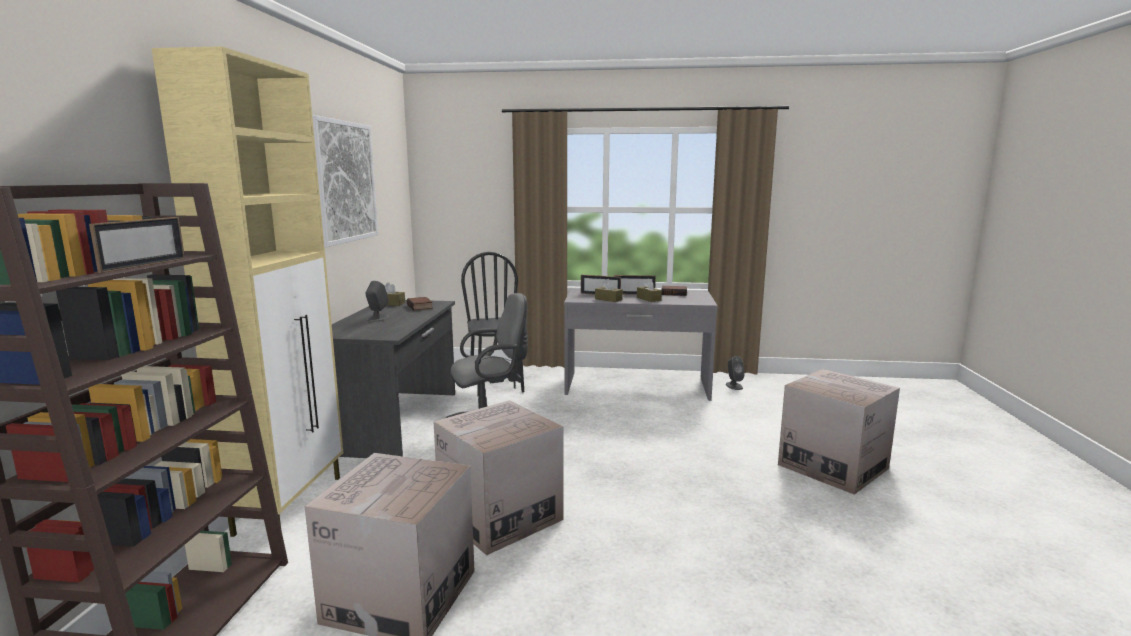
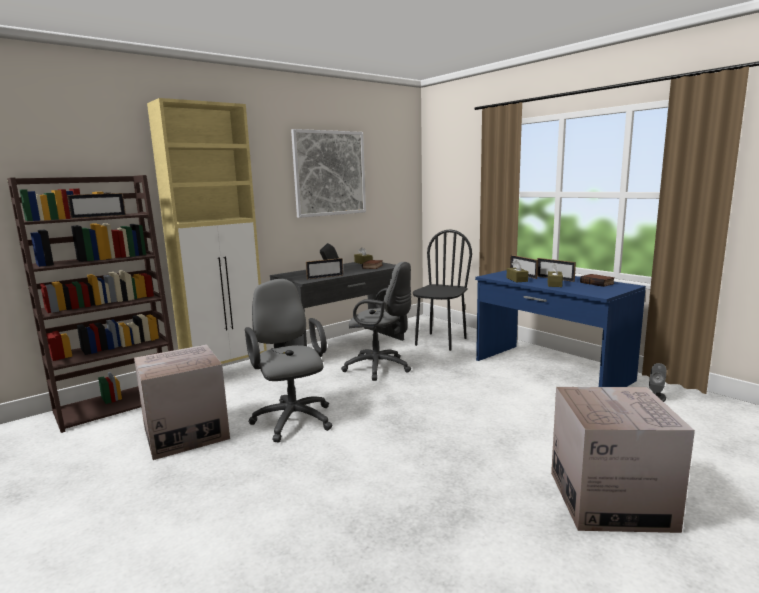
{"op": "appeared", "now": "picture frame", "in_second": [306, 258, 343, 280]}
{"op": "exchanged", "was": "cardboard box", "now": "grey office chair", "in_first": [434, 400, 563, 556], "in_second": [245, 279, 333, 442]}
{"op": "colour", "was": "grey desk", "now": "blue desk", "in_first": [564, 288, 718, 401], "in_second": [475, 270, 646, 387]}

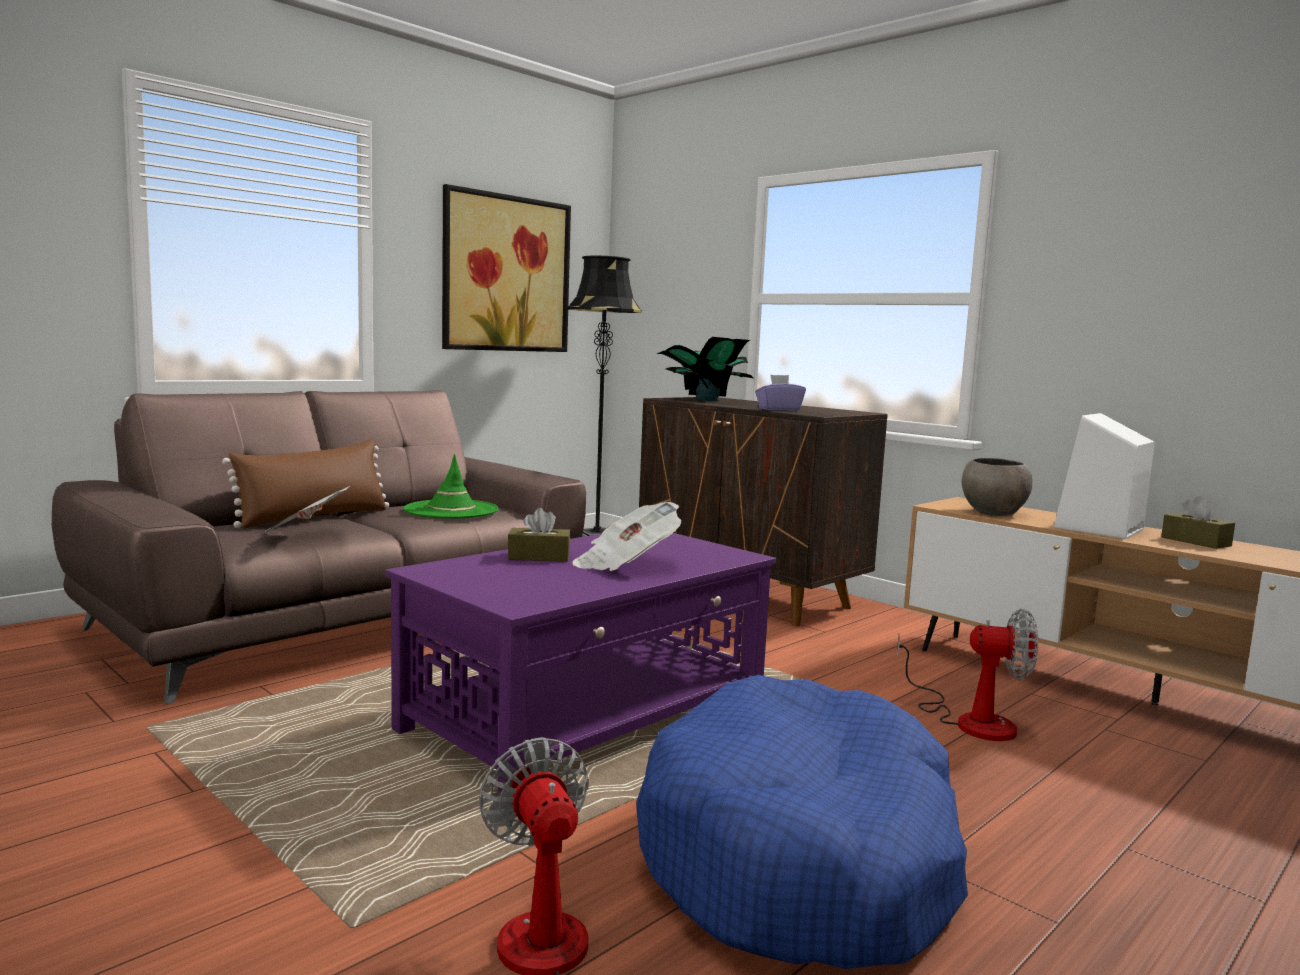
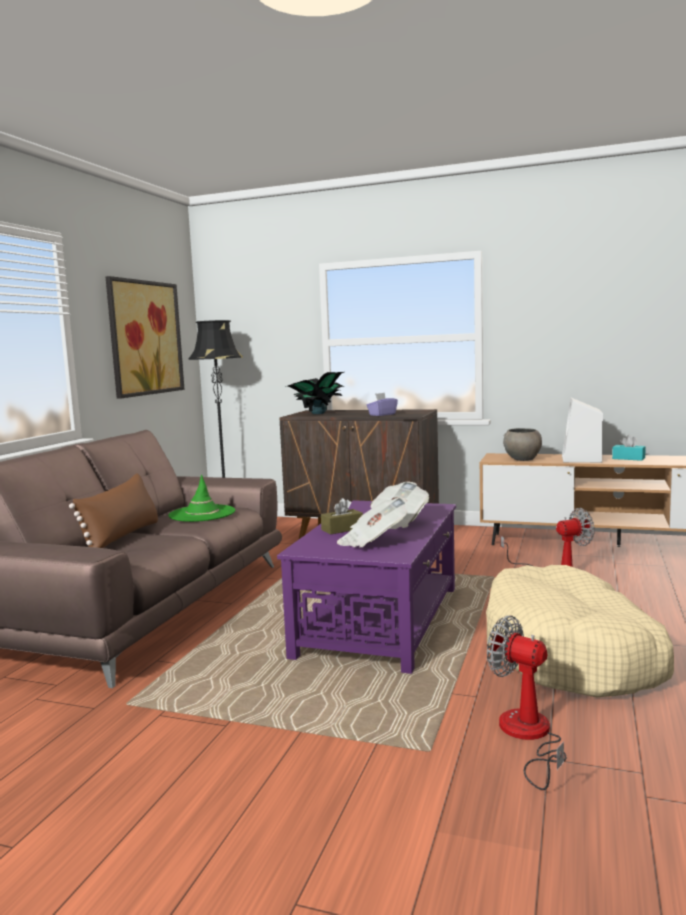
{"op": "relocated", "was": "newspaper", "in_first": [258, 486, 350, 536], "in_second": [337, 498, 407, 547]}
{"op": "colour", "was": "blue dog bed", "now": "beige dog bed", "in_first": [636, 675, 968, 969], "in_second": [486, 565, 674, 697]}
{"op": "colour", "was": "brown tissue box", "now": "turquoise tissue box", "in_first": [1161, 496, 1235, 549], "in_second": [612, 435, 646, 461]}

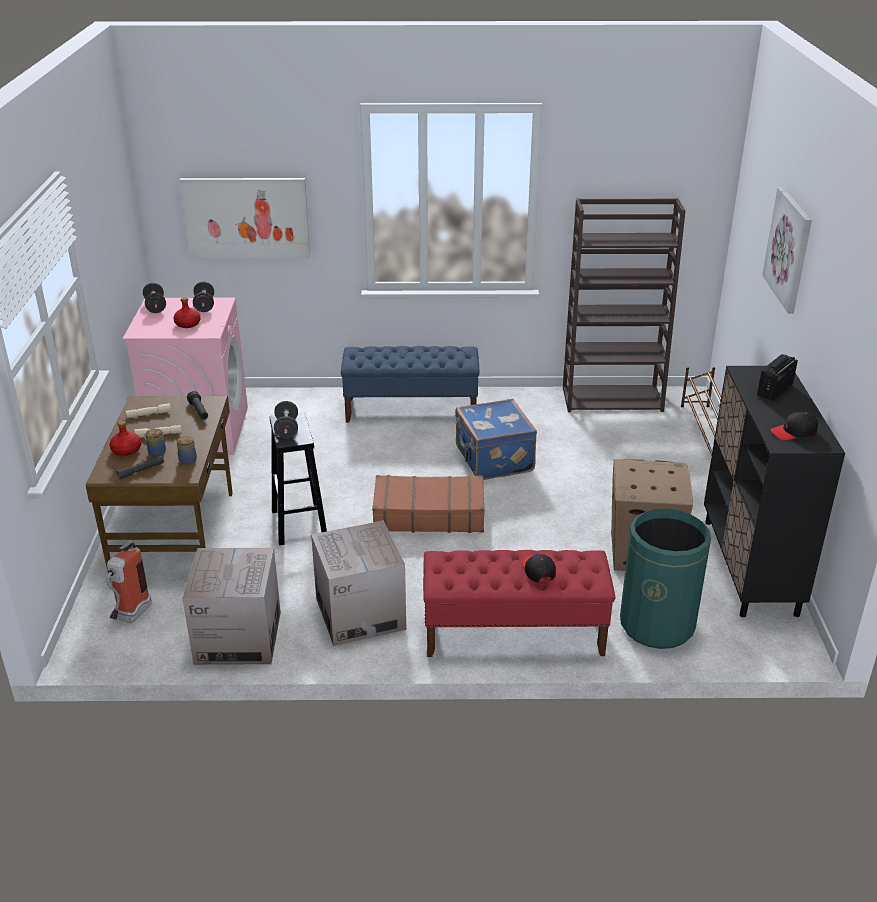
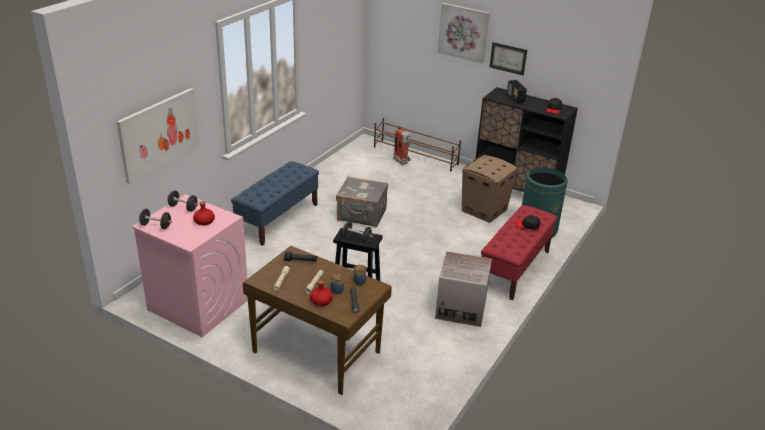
{"op": "missing", "was": "cardboard box", "in_first": [182, 548, 281, 665]}
{"op": "missing", "was": "brown suitcase", "in_first": [372, 475, 485, 533]}
{"op": "missing", "was": "brown bookcase", "in_first": [563, 198, 686, 412]}
{"op": "appeared", "now": "picture", "in_second": [489, 42, 527, 75]}
{"op": "relocated", "was": "fire extinguisher", "in_first": [107, 540, 152, 623], "in_second": [393, 125, 411, 165]}
{"op": "colour", "was": "blue suitcase", "now": "grey suitcase", "in_first": [455, 399, 537, 480], "in_second": [336, 176, 388, 227]}

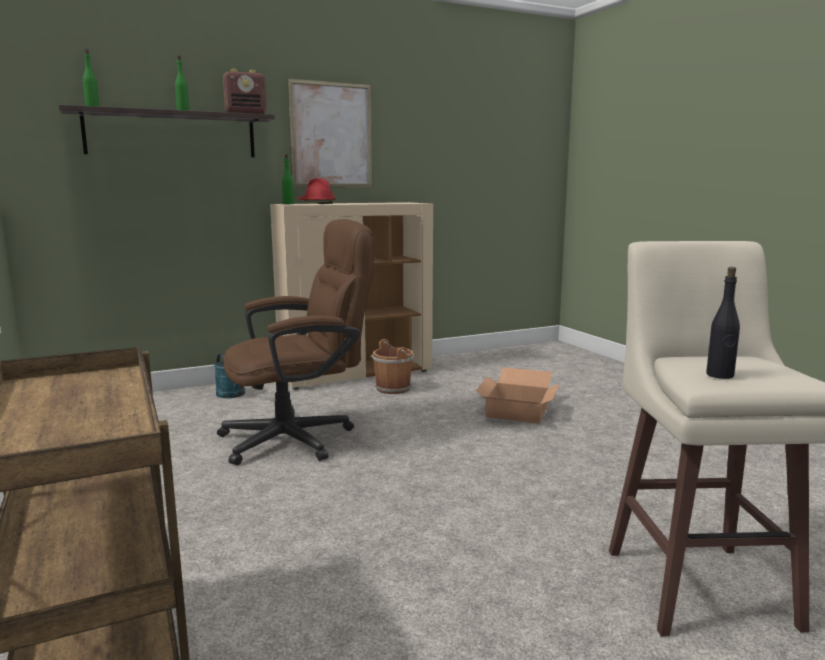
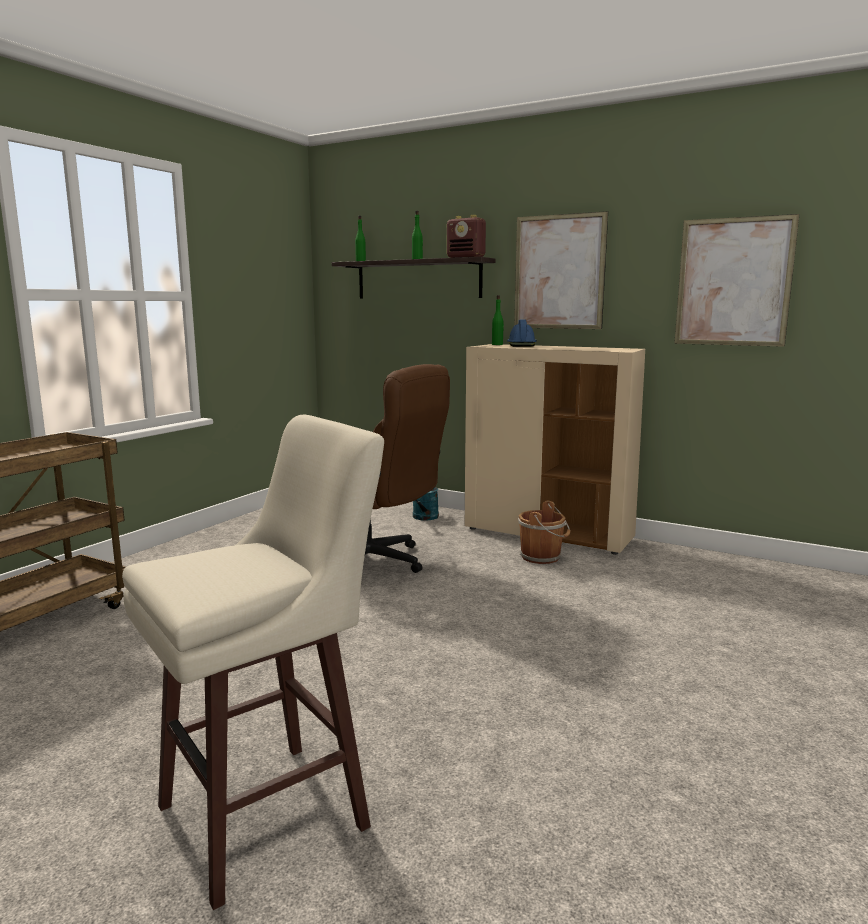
{"op": "missing", "was": "cardboard box", "in_first": [476, 367, 559, 424]}
{"op": "missing", "was": "black bottle", "in_first": [706, 267, 740, 379]}
{"op": "appeared", "now": "picture", "in_second": [674, 214, 800, 347]}
{"op": "colour", "was": "red hard hat", "now": "blue hard hat", "in_first": [297, 178, 336, 204], "in_second": [507, 319, 537, 347]}

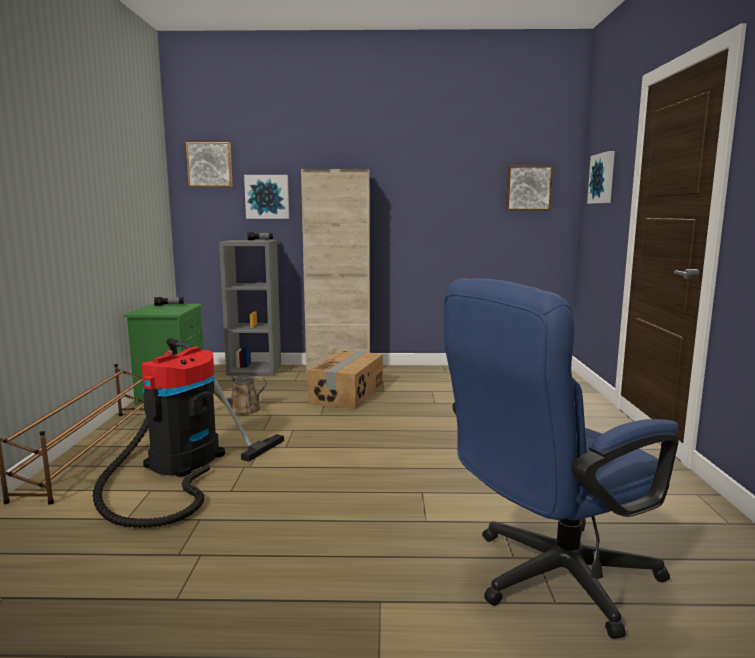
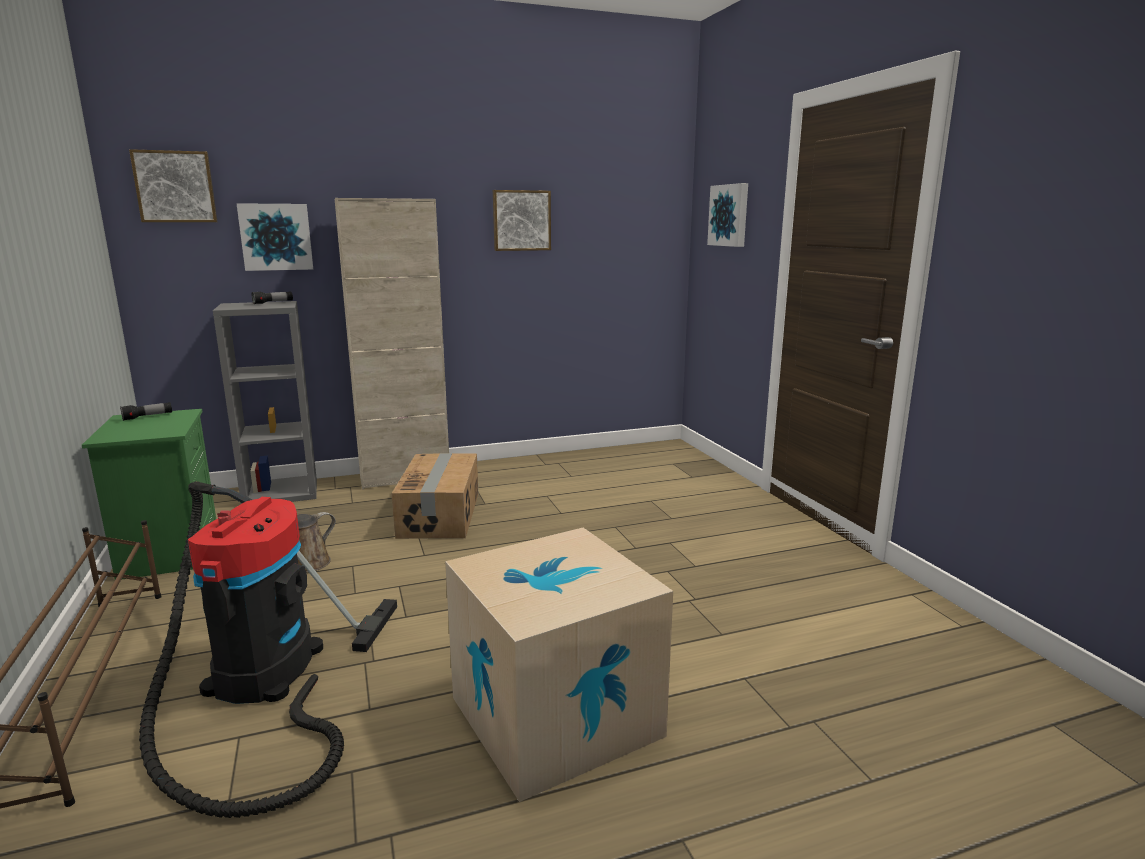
{"op": "missing", "was": "blue office chair", "in_first": [444, 278, 679, 639]}
{"op": "appeared", "now": "cardboard box", "in_second": [445, 528, 673, 802]}
{"op": "relocated", "was": "picture", "in_first": [506, 166, 553, 210], "in_second": [493, 190, 551, 251]}

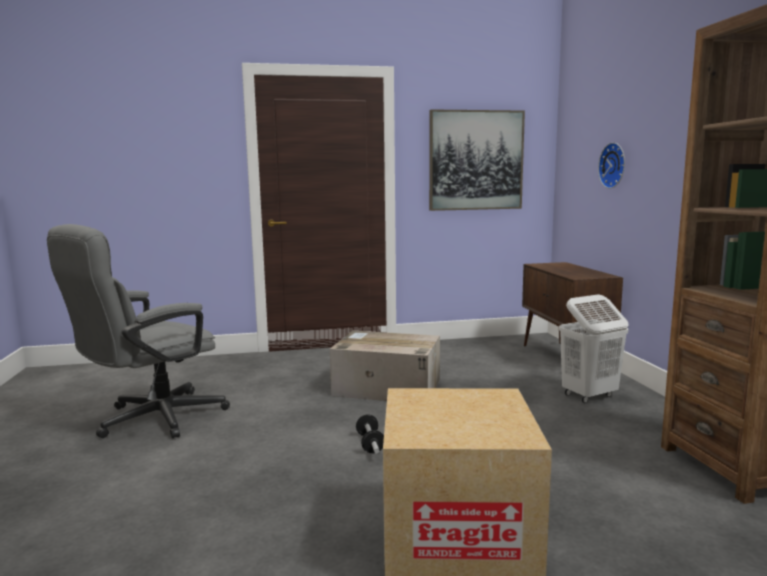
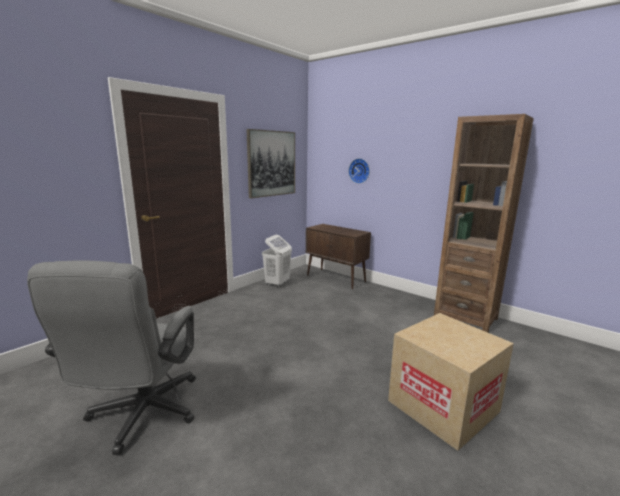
{"op": "missing", "was": "cardboard box", "in_first": [330, 331, 440, 401]}
{"op": "missing", "was": "dumbbell", "in_first": [356, 414, 384, 454]}
{"op": "relocated", "was": "white laundry basket", "in_first": [559, 294, 629, 403], "in_second": [262, 235, 292, 288]}

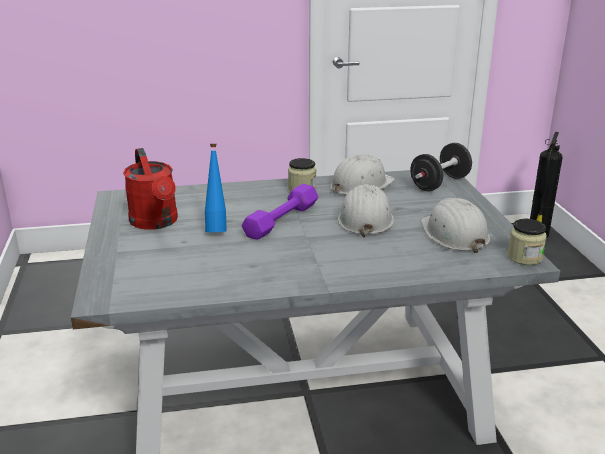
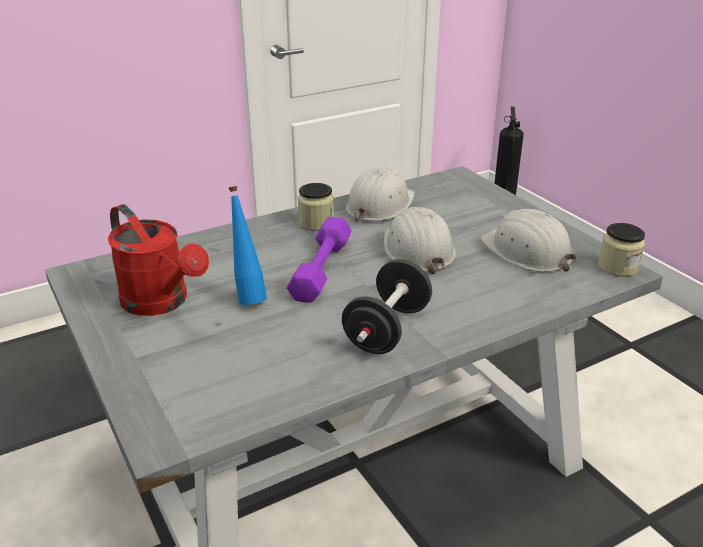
{"op": "relocated", "was": "black dumbbell", "in_first": [410, 143, 472, 191], "in_second": [342, 259, 432, 354]}

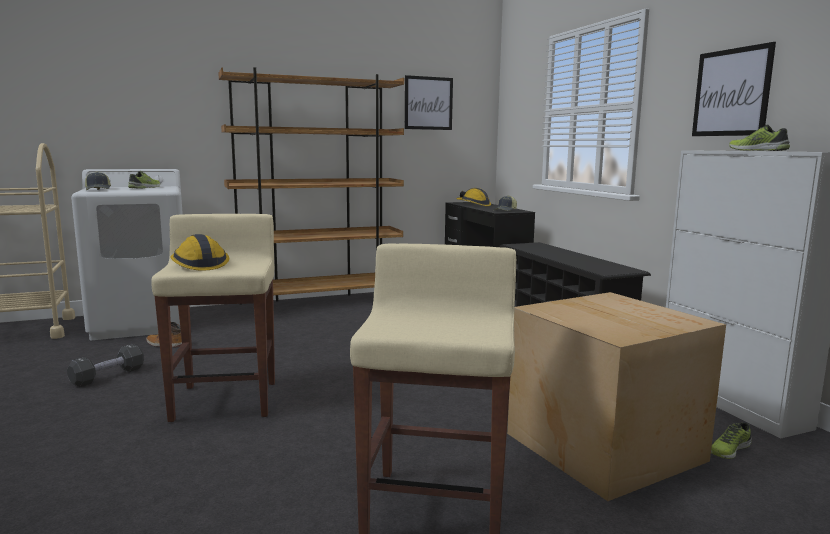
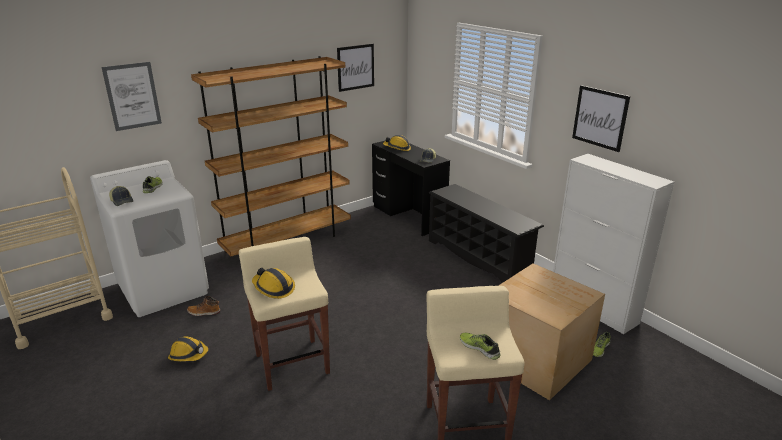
{"op": "appeared", "now": "picture", "in_second": [101, 62, 162, 131]}
{"op": "relocated", "was": "shoe", "in_first": [729, 124, 790, 151], "in_second": [460, 333, 501, 360]}
{"op": "exchanged", "was": "black dumbbell", "now": "hard hat", "in_first": [67, 344, 144, 387], "in_second": [168, 336, 208, 361]}

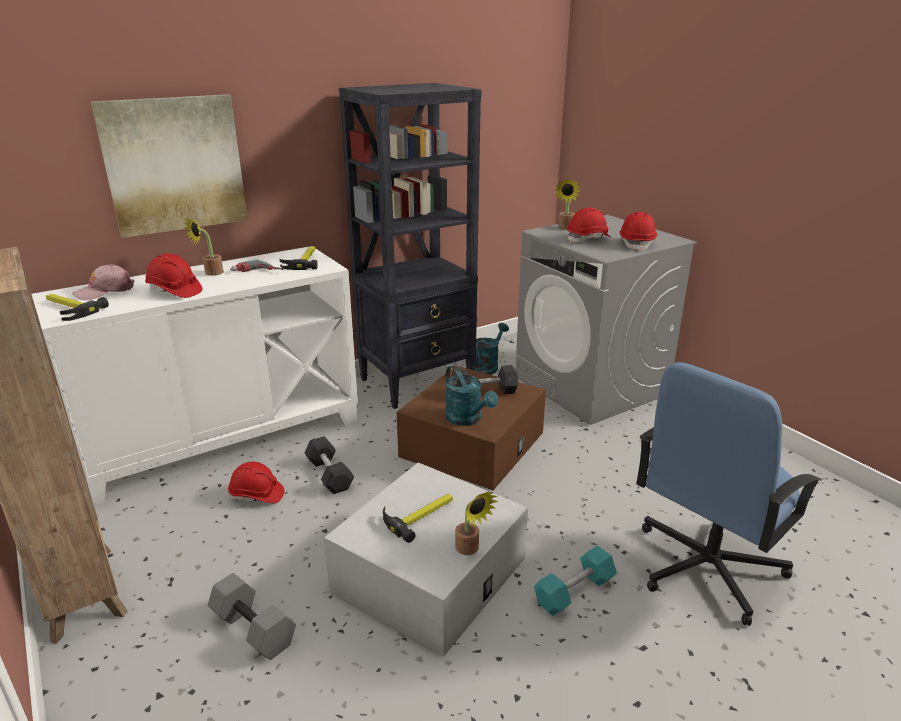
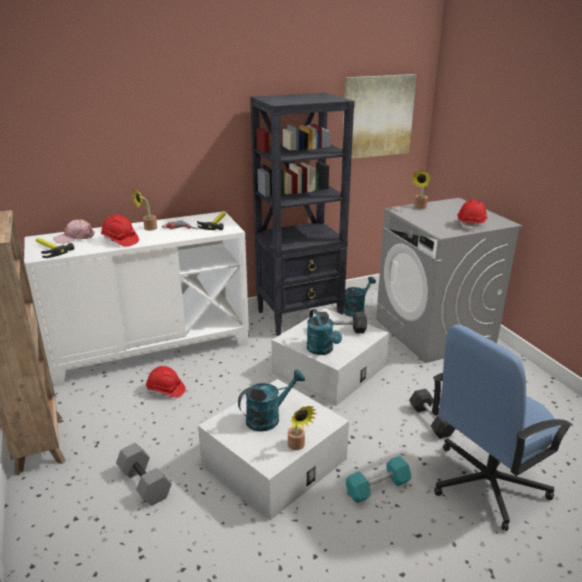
{"op": "missing", "was": "red hard hat", "in_first": [567, 207, 612, 243]}
{"op": "relocated", "was": "picture", "in_first": [91, 94, 248, 238], "in_second": [342, 74, 417, 159]}
{"op": "relocated", "was": "grey dumbbell", "in_first": [304, 436, 354, 494], "in_second": [409, 388, 455, 439]}
{"op": "exchanged", "was": "hammer", "now": "turquoise watering can", "in_first": [383, 494, 453, 543], "in_second": [238, 369, 305, 432]}
{"op": "colour", "was": "brown storage box", "now": "white storage box", "in_first": [397, 366, 546, 490], "in_second": [272, 308, 389, 406]}

